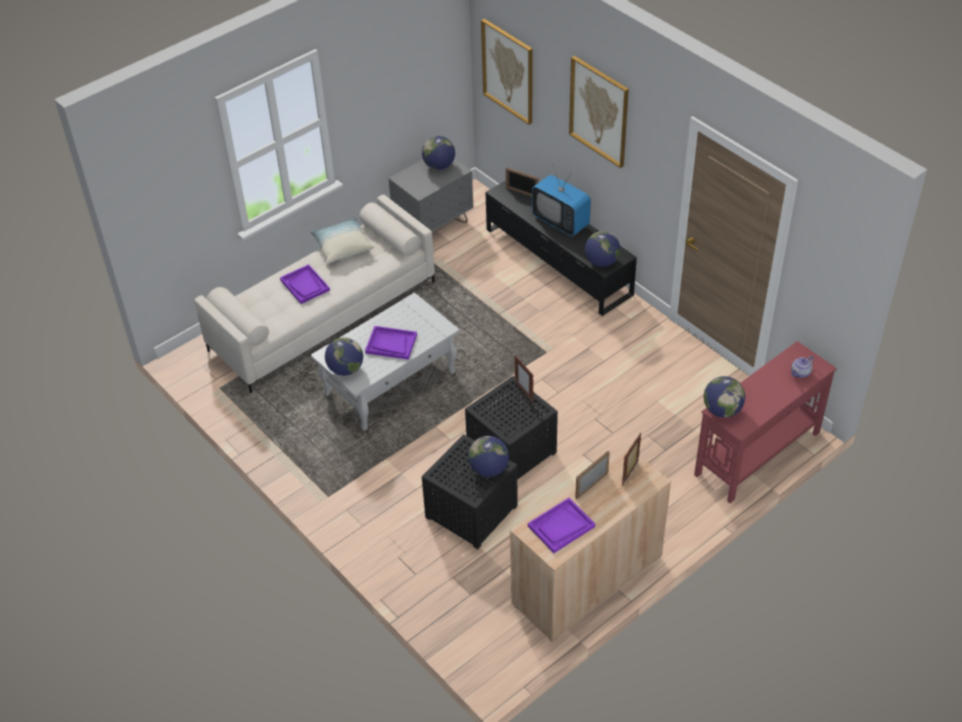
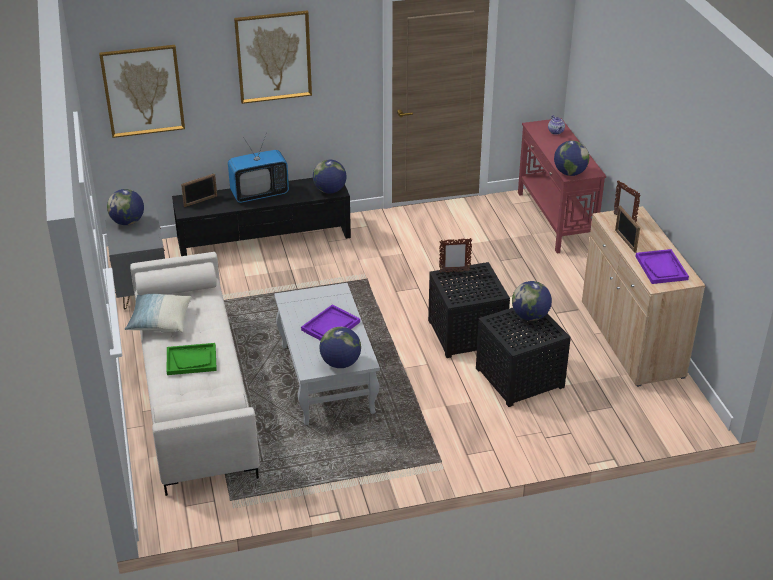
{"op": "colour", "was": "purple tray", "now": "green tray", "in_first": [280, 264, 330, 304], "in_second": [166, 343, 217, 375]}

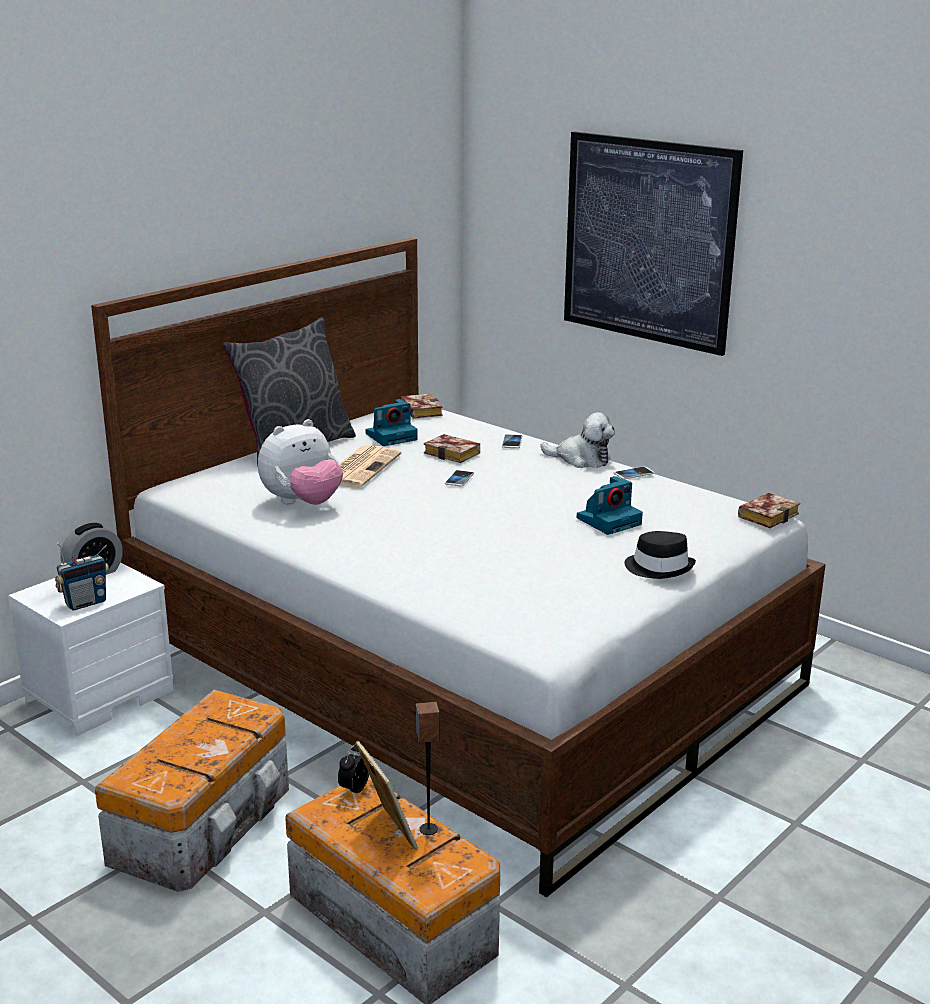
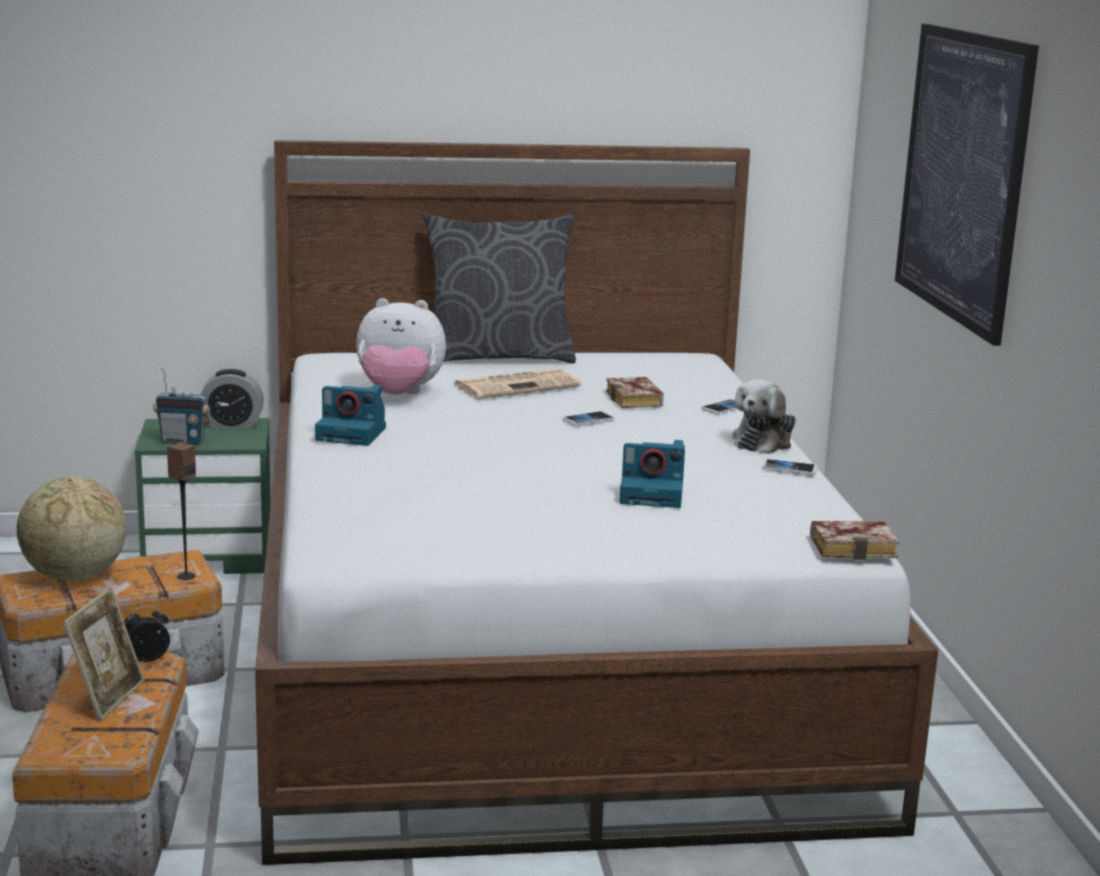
{"op": "missing", "was": "book", "in_first": [401, 394, 442, 419]}
{"op": "missing", "was": "black hat", "in_first": [624, 531, 696, 579]}
{"op": "appeared", "now": "globe", "in_second": [17, 476, 126, 581]}
{"op": "relocated", "was": "photo camera", "in_first": [365, 399, 418, 446], "in_second": [315, 385, 386, 446]}
{"op": "relocated", "was": "speaker", "in_first": [416, 702, 440, 835], "in_second": [167, 442, 196, 580]}
{"op": "colour", "was": "white nightstand", "now": "green nightstand", "in_first": [8, 563, 173, 736], "in_second": [135, 418, 271, 574]}
{"op": "spun", "was": "plush toy", "in_first": [540, 412, 615, 468], "in_second": [732, 379, 796, 454], "clockwise": 60}

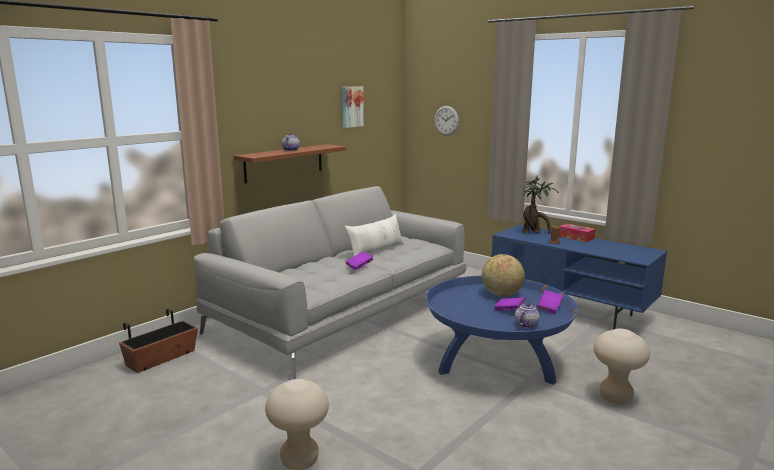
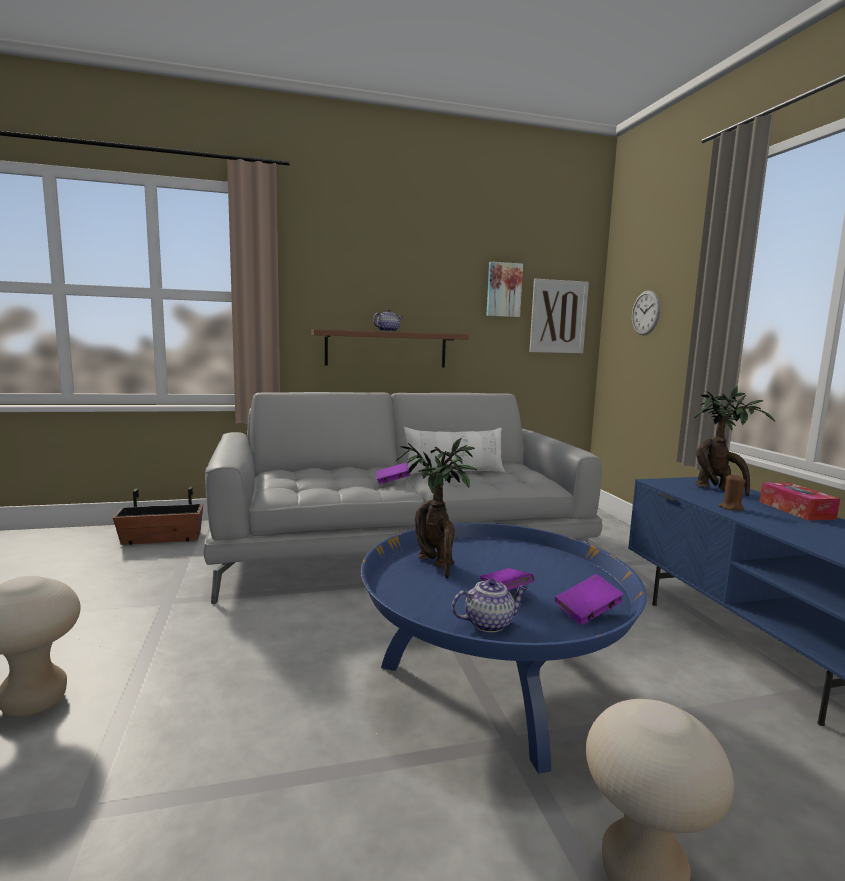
{"op": "missing", "was": "globe", "in_first": [482, 254, 525, 297]}
{"op": "appeared", "now": "potted plant", "in_second": [396, 438, 477, 578]}
{"op": "appeared", "now": "picture", "in_second": [529, 279, 589, 353]}

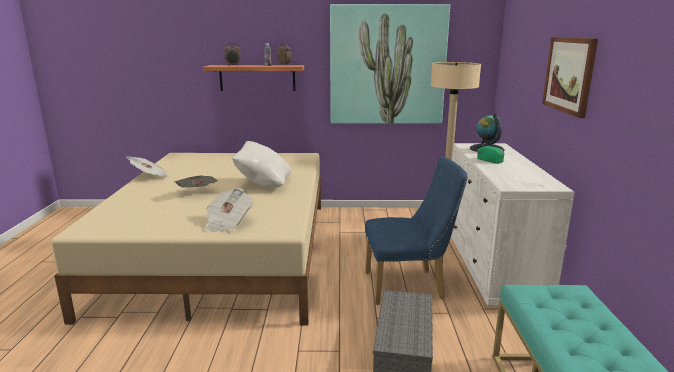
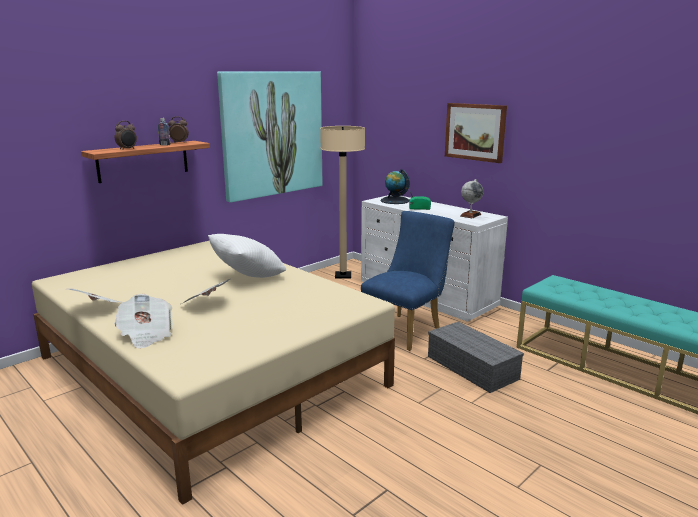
{"op": "appeared", "now": "globe", "in_second": [460, 179, 484, 219]}
{"op": "relocated", "was": "newspaper", "in_first": [204, 188, 253, 232], "in_second": [114, 294, 173, 349]}

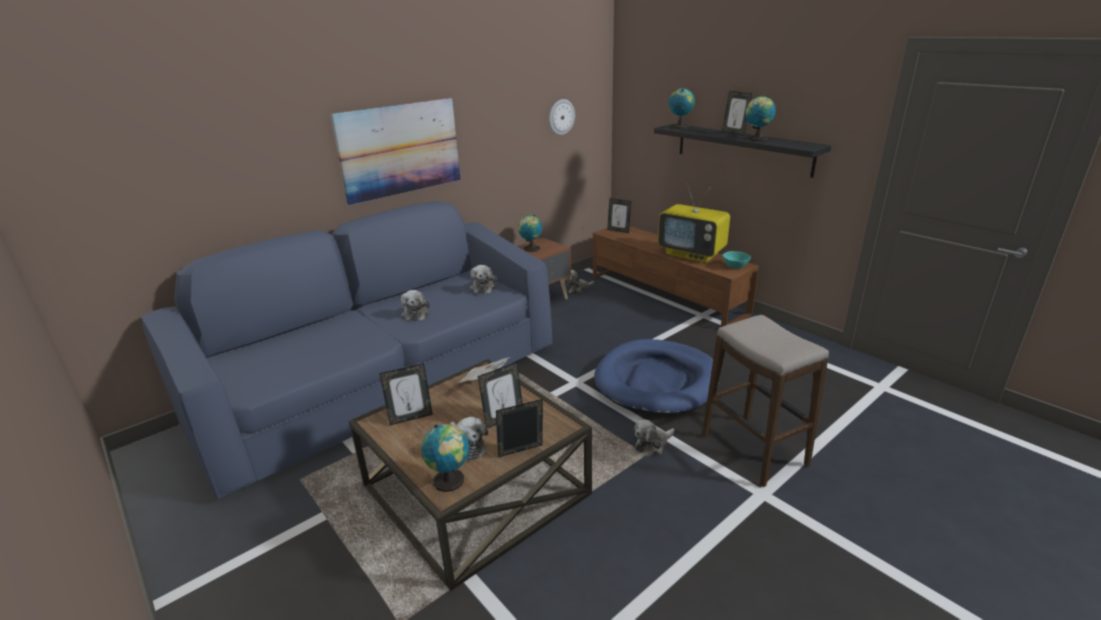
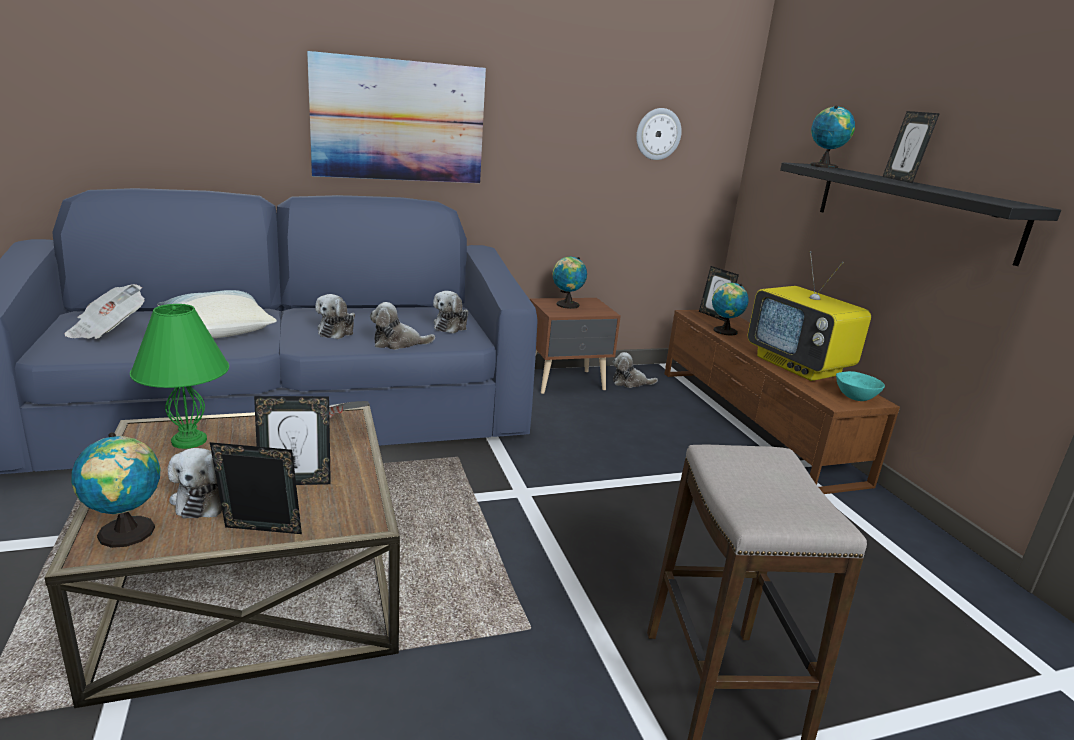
{"op": "missing", "was": "blue dog bed", "in_first": [594, 339, 720, 415]}
{"op": "appeared", "now": "newspaper", "in_second": [65, 284, 145, 339]}
{"op": "appeared", "now": "pillow", "in_second": [157, 290, 277, 338]}
{"op": "relocated", "was": "plush toy", "in_first": [634, 419, 674, 457], "in_second": [370, 302, 435, 350]}
{"op": "relocated", "was": "globe", "in_first": [745, 96, 776, 141], "in_second": [712, 283, 749, 336]}
{"op": "exchanged", "was": "picture frame", "now": "green table lamp", "in_first": [379, 363, 433, 425], "in_second": [130, 304, 229, 449]}

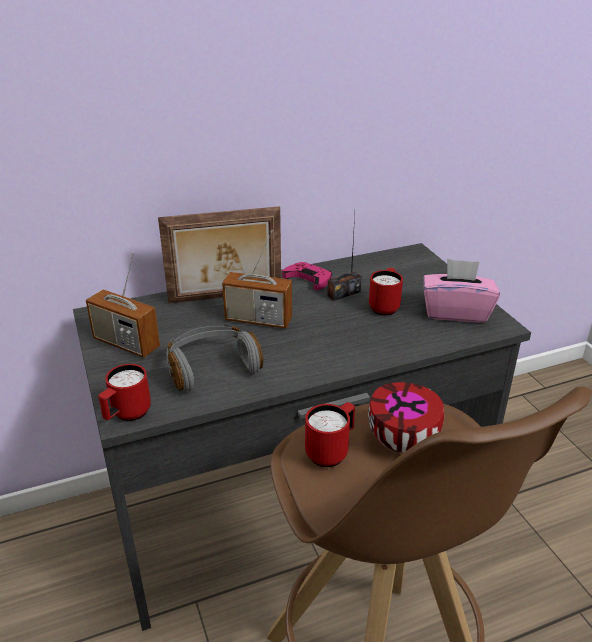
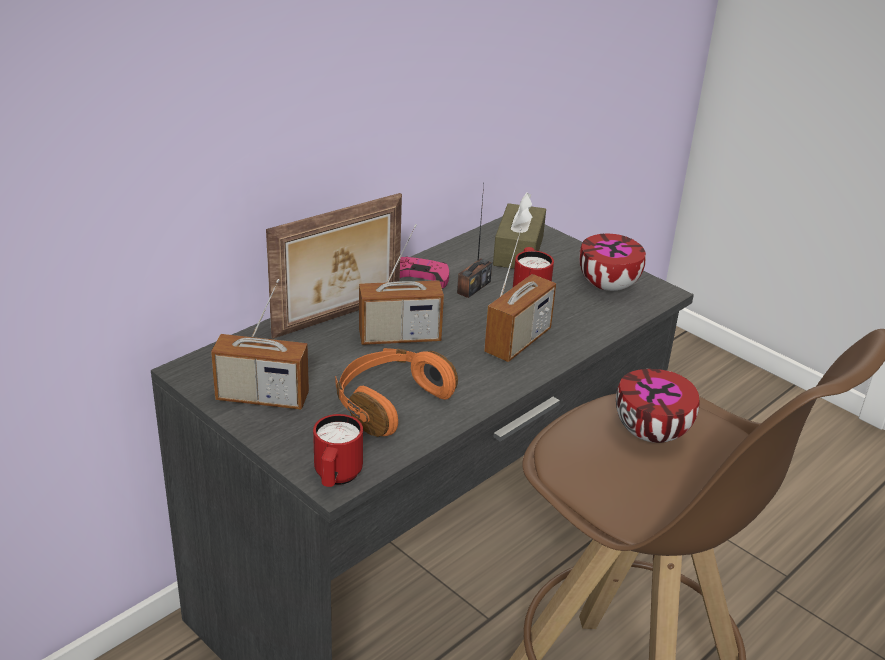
{"op": "missing", "was": "red mug", "in_first": [305, 402, 355, 467]}
{"op": "appeared", "now": "radio", "in_second": [484, 227, 556, 362]}
{"op": "appeared", "now": "brown tissue box", "in_second": [493, 192, 546, 269]}
{"op": "exchanged", "was": "pink tissue box", "now": "bowl", "in_first": [423, 259, 500, 323], "in_second": [579, 234, 646, 291]}
{"op": "colour", "was": "grey headphones", "now": "orange headphones", "in_first": [167, 324, 263, 392], "in_second": [335, 348, 458, 437]}

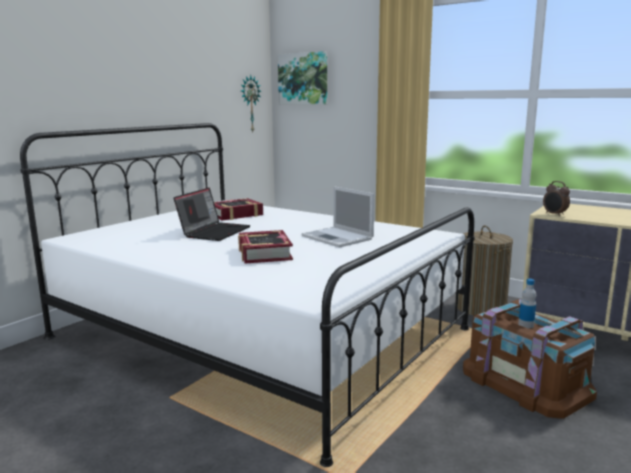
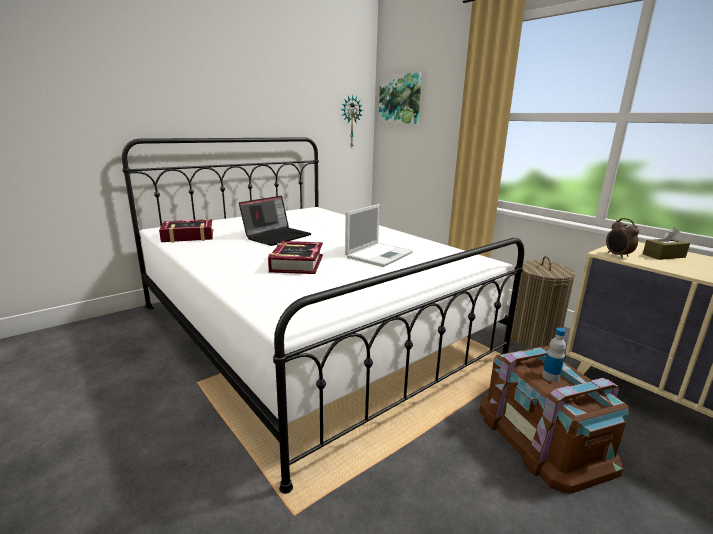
{"op": "appeared", "now": "brown tissue box", "in_second": [643, 227, 690, 260]}
{"op": "relocated", "was": "book", "in_first": [214, 198, 263, 221], "in_second": [159, 219, 213, 243]}
{"op": "spun", "was": "laptop", "in_first": [301, 186, 374, 248], "in_second": [345, 204, 413, 267], "clockwise": -120}

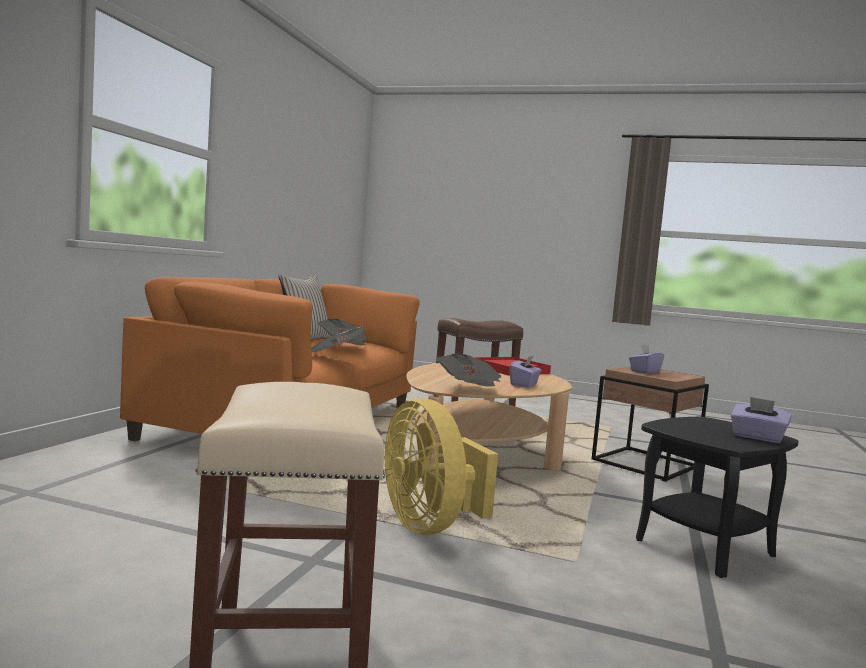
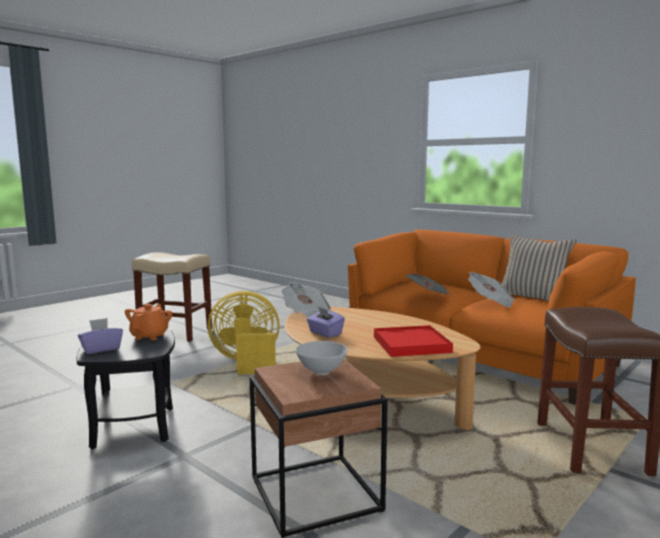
{"op": "appeared", "now": "orange teapot", "in_second": [125, 304, 172, 341]}
{"op": "exchanged", "was": "purple tissue box", "now": "white bowl", "in_first": [629, 344, 664, 374], "in_second": [296, 341, 348, 375]}

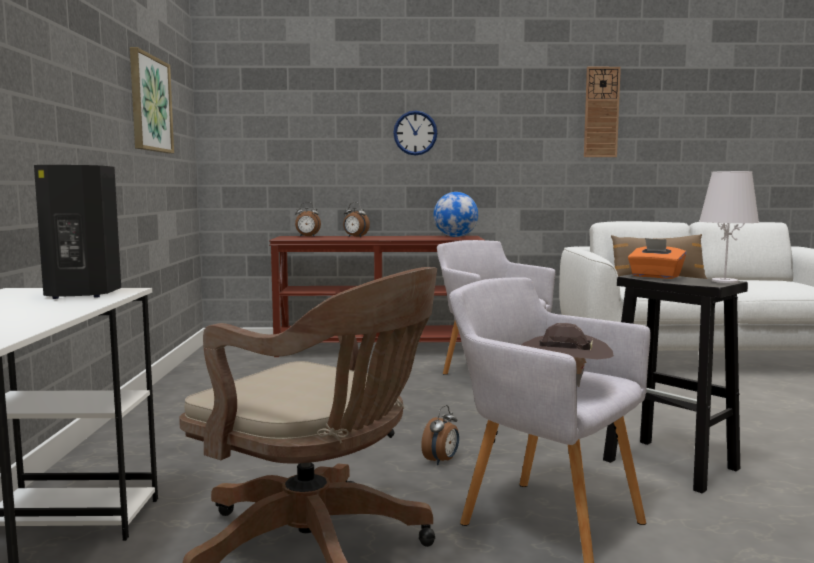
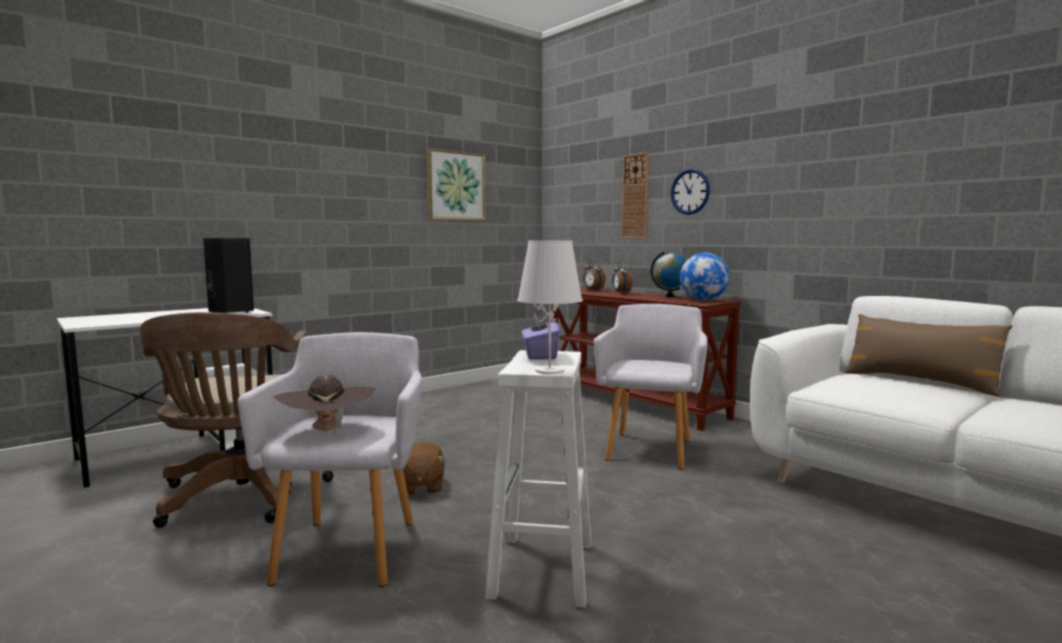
{"op": "appeared", "now": "globe", "in_second": [651, 252, 686, 297]}
{"op": "relocated", "was": "wall clock", "in_first": [584, 67, 621, 157], "in_second": [622, 152, 649, 238]}
{"op": "exchanged", "was": "alarm clock", "now": "brown plush toy", "in_first": [421, 405, 459, 465], "in_second": [403, 442, 446, 495]}
{"op": "colour", "was": "black stool", "now": "white stool", "in_first": [603, 274, 748, 493], "in_second": [485, 350, 591, 607]}
{"op": "colour", "was": "orange tissue box", "now": "purple tissue box", "in_first": [628, 238, 686, 279], "in_second": [522, 312, 560, 360]}

